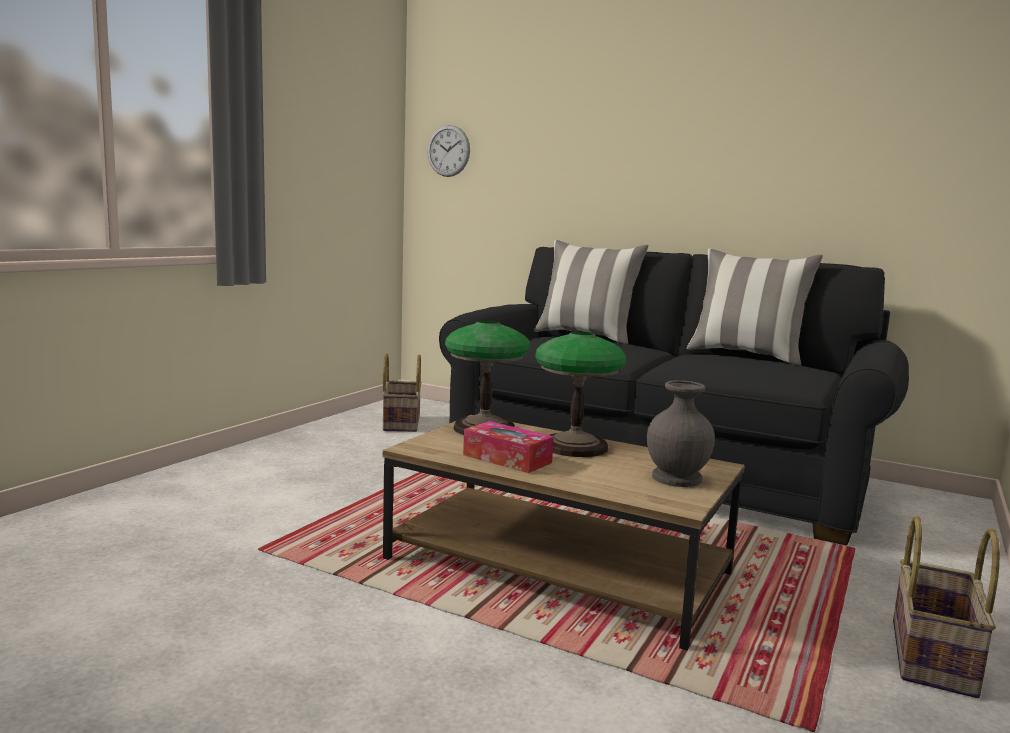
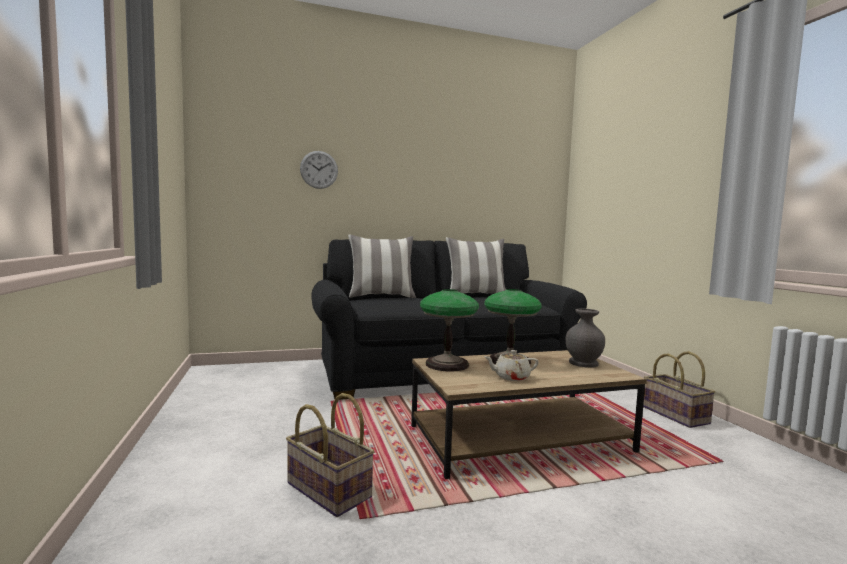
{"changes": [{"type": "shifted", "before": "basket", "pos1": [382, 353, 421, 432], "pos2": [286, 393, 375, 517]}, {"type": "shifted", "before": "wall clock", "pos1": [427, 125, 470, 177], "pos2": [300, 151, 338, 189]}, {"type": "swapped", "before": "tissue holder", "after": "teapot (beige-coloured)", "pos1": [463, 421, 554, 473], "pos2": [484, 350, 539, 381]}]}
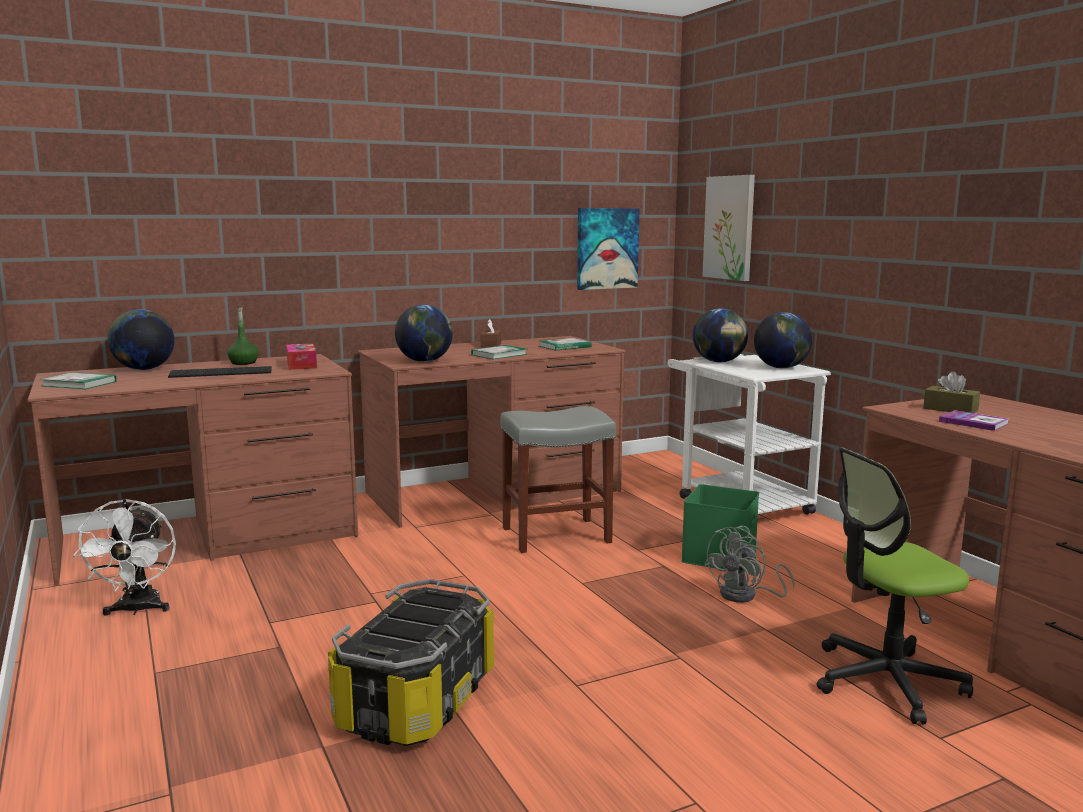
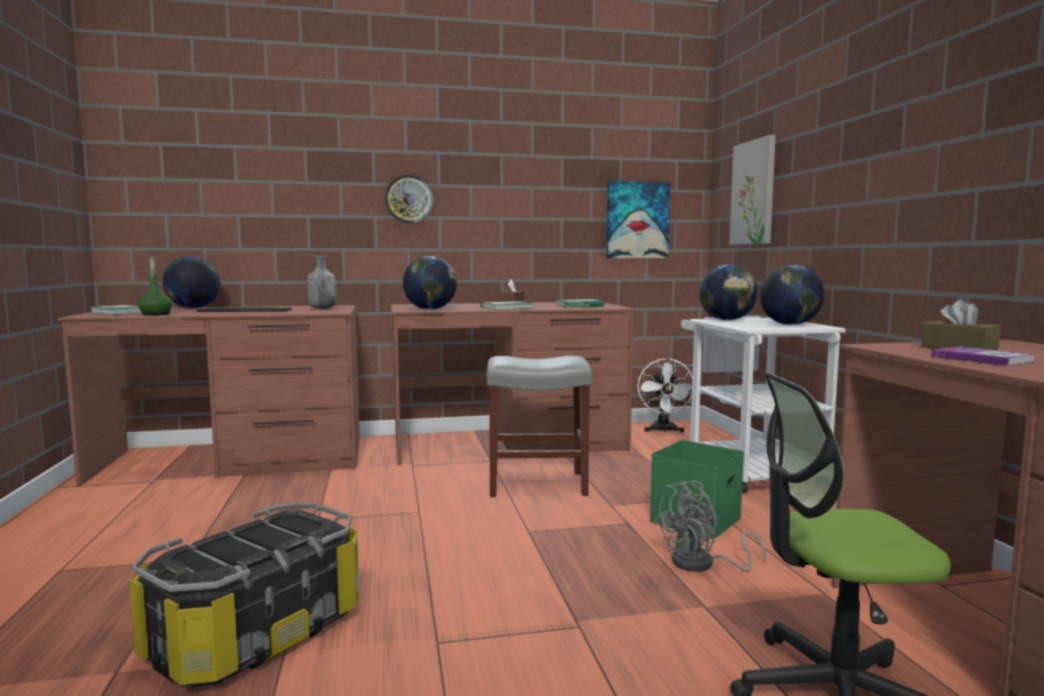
{"changes": [{"type": "shifted", "before": "fan (whitish)", "pos1": [73, 499, 176, 616], "pos2": [638, 358, 692, 433]}, {"type": "shifted", "before": "beverage bottle (greenish)", "pos1": [227, 306, 259, 365], "pos2": [138, 256, 173, 316]}, {"type": "swapped", "before": "tissue holder", "after": "beverage bottle (gray)", "pos1": [286, 343, 317, 370], "pos2": [307, 256, 336, 309]}, {"type": "new", "after": "wall clock", "pos2": [385, 175, 433, 224]}]}
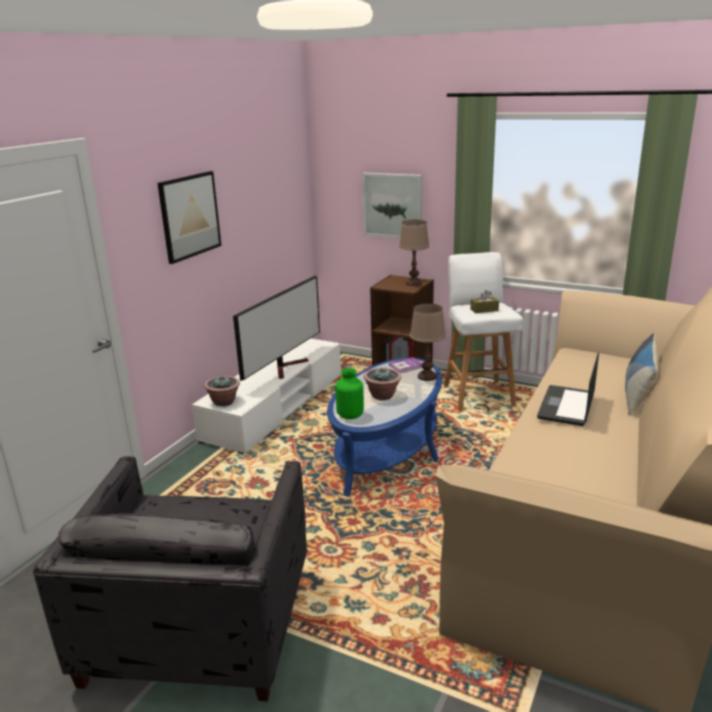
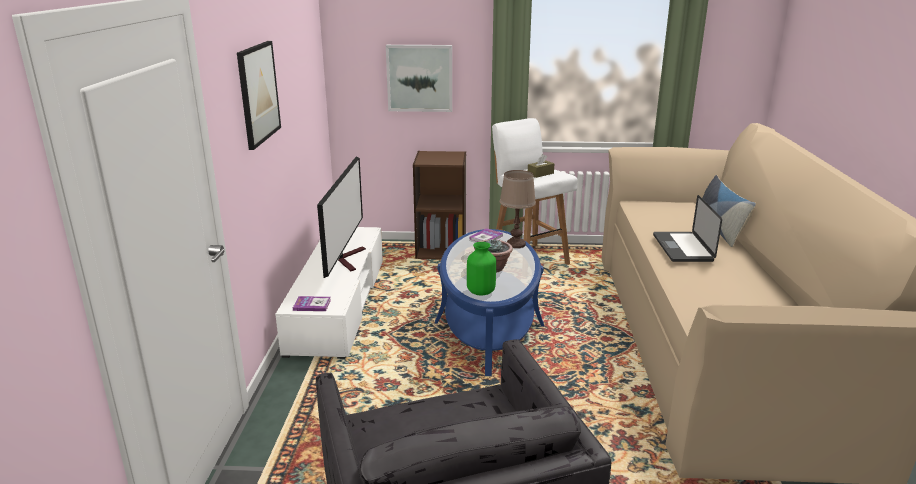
{"changes": [{"type": "swapped", "before": "potted plant", "after": "volume", "pos1": [204, 376, 240, 406], "pos2": [293, 296, 331, 311]}, {"type": "gone", "before": "table lamp (brown)", "pos1": [399, 220, 429, 286]}]}
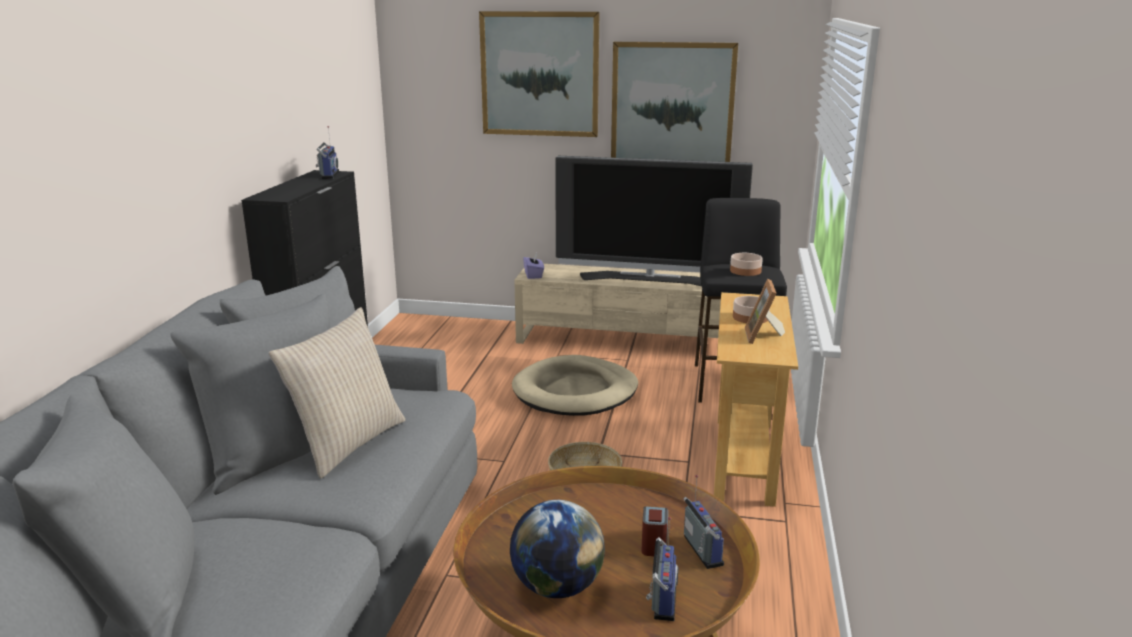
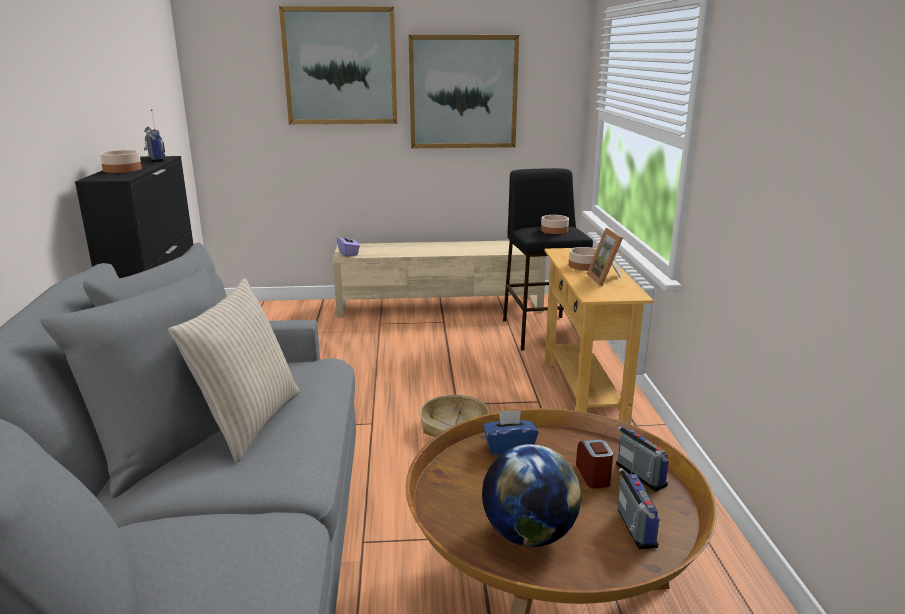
{"changes": [{"type": "gone", "before": "pet bed (beige-coloured)", "pos1": [512, 355, 638, 416]}, {"type": "gone", "before": "television", "pos1": [555, 156, 753, 286]}, {"type": "new", "after": "deep dish", "pos2": [100, 150, 142, 173]}, {"type": "new", "after": "tissue holder (blue-coloured)", "pos2": [483, 410, 538, 455]}]}
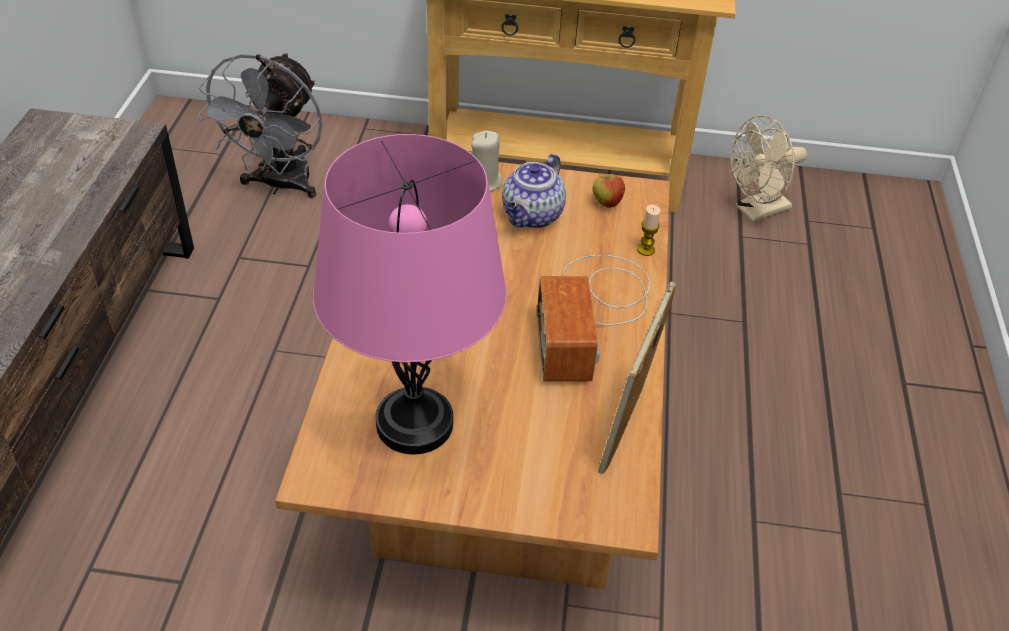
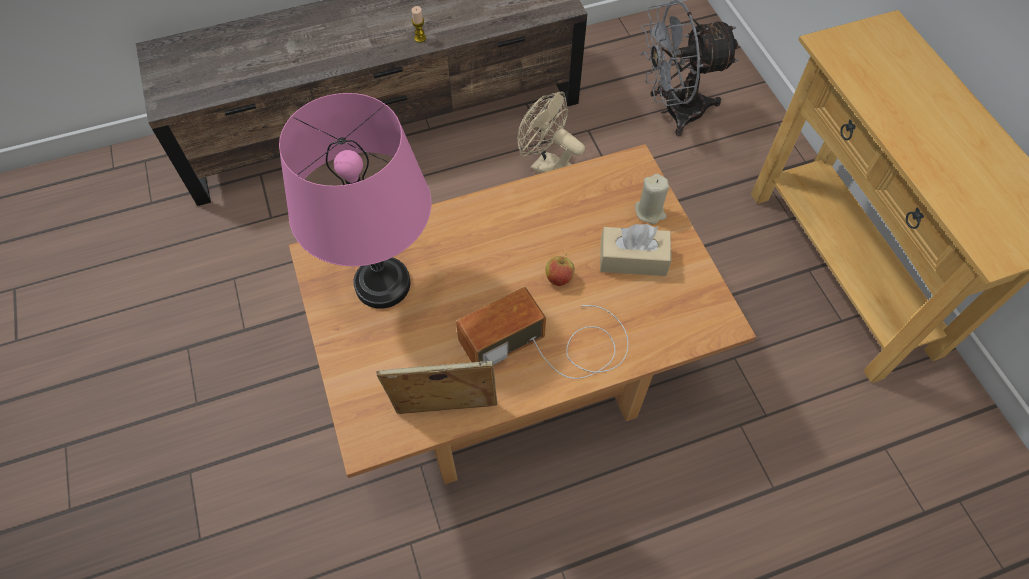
{"changes": [{"type": "swapped", "before": "teapot", "after": "tissue holder (beige-coloured)", "pos1": [502, 154, 566, 228], "pos2": [600, 224, 672, 276]}, {"type": "shifted", "before": "whole apple", "pos1": [593, 171, 625, 208], "pos2": [546, 254, 575, 286]}, {"type": "shifted", "before": "wax light", "pos1": [637, 205, 661, 256], "pos2": [412, 6, 426, 43]}, {"type": "shifted", "before": "fan (beige-coloured)", "pos1": [730, 115, 807, 222], "pos2": [517, 92, 585, 173]}]}
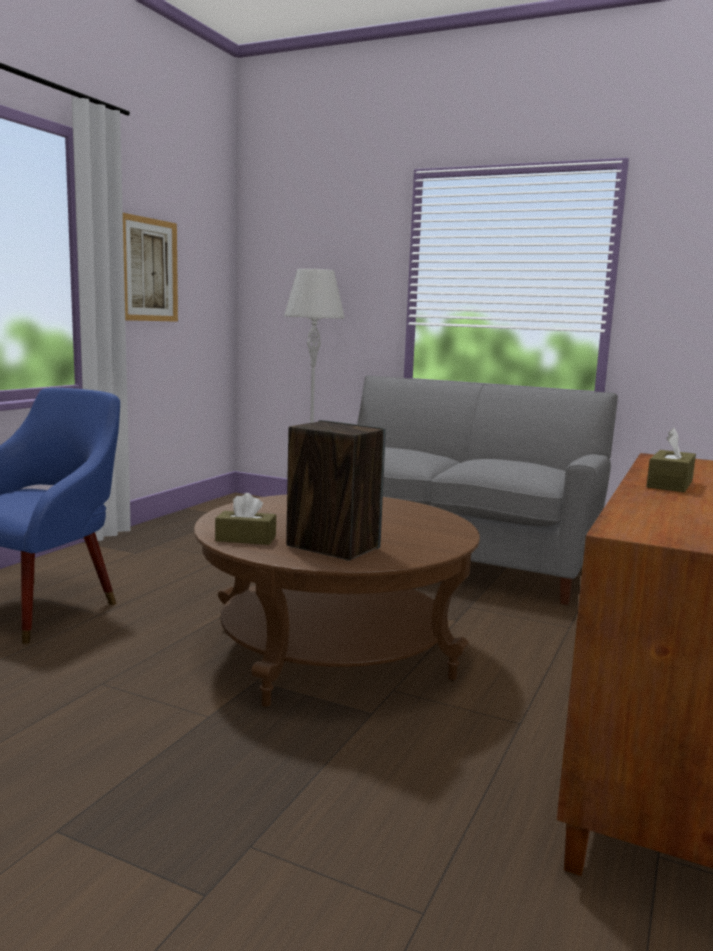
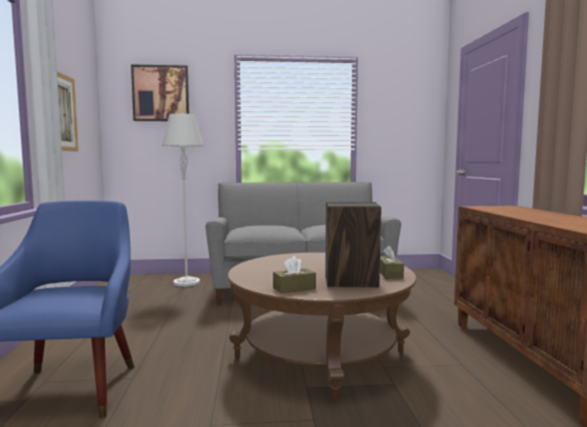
{"changes": [{"type": "shifted", "before": "tissue holder (brown)", "pos1": [646, 428, 696, 492], "pos2": [380, 246, 404, 279]}, {"type": "new", "after": "wall art", "pos2": [131, 64, 189, 121]}]}
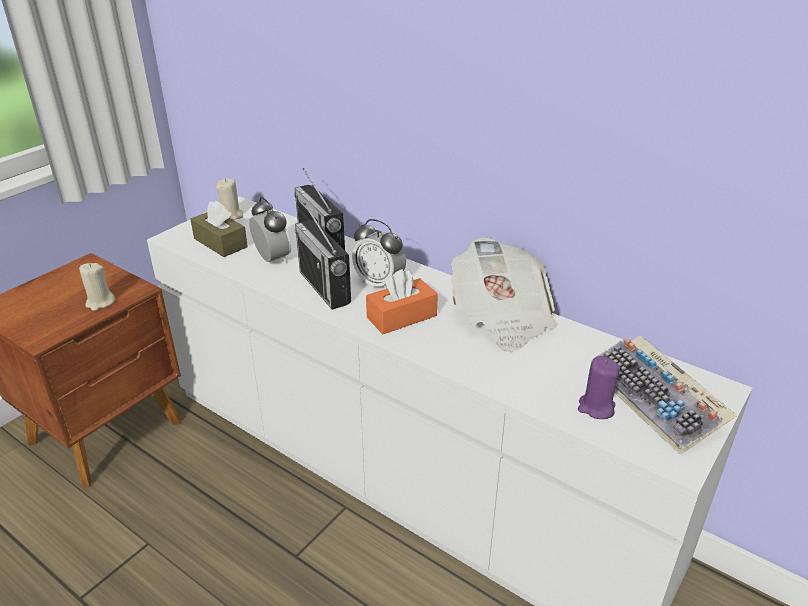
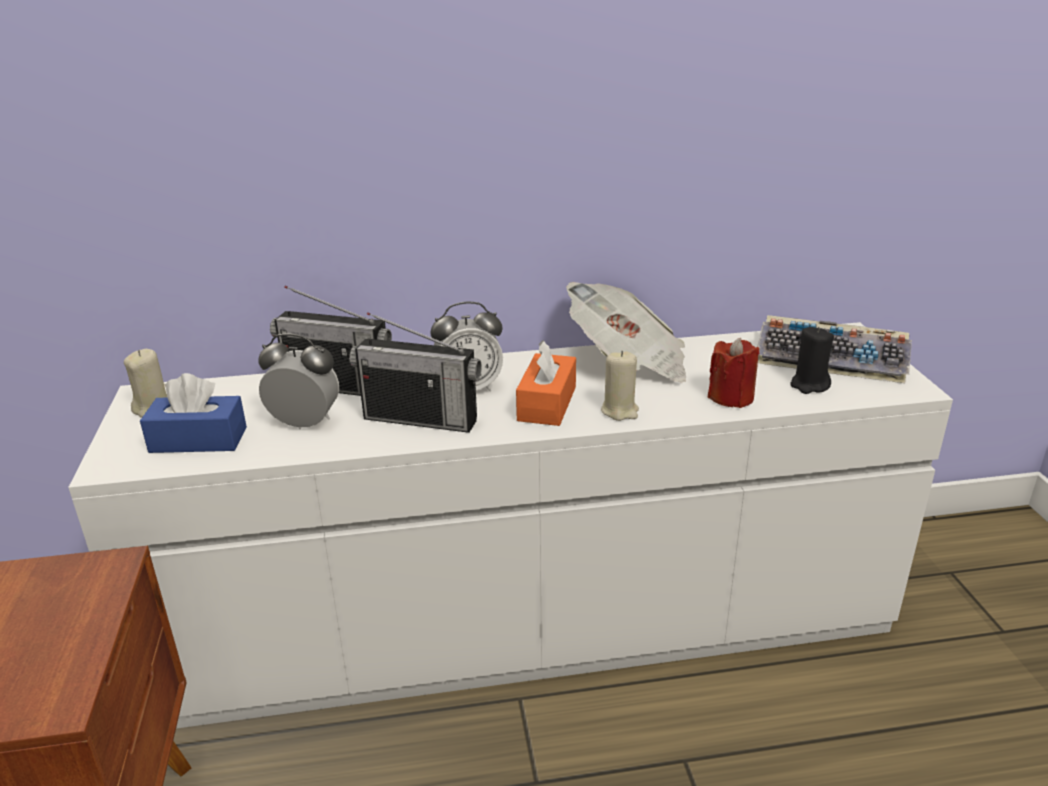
{"changes": [{"type": "shifted", "before": "wax light (beige-coloured)", "pos1": [79, 263, 115, 311], "pos2": [601, 351, 639, 421]}, {"type": "repainted", "before": "tissue holder (brown)", "after": "tissue holder (blue-coloured)", "pos1": [190, 201, 248, 257], "pos2": [140, 373, 247, 453]}, {"type": "repainted", "before": "wax light (purple-coloured)", "after": "wax light (black-coloured)", "pos1": [578, 356, 620, 419], "pos2": [790, 327, 834, 394]}, {"type": "new", "after": "wax light (reddish)", "pos2": [708, 338, 759, 408]}]}
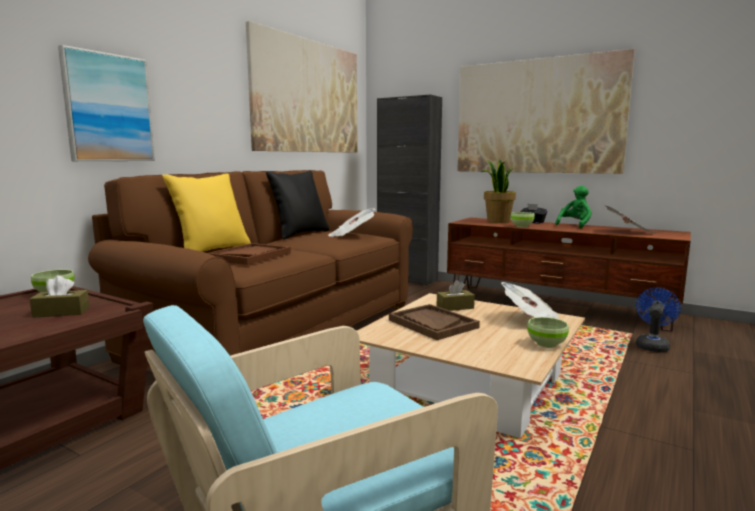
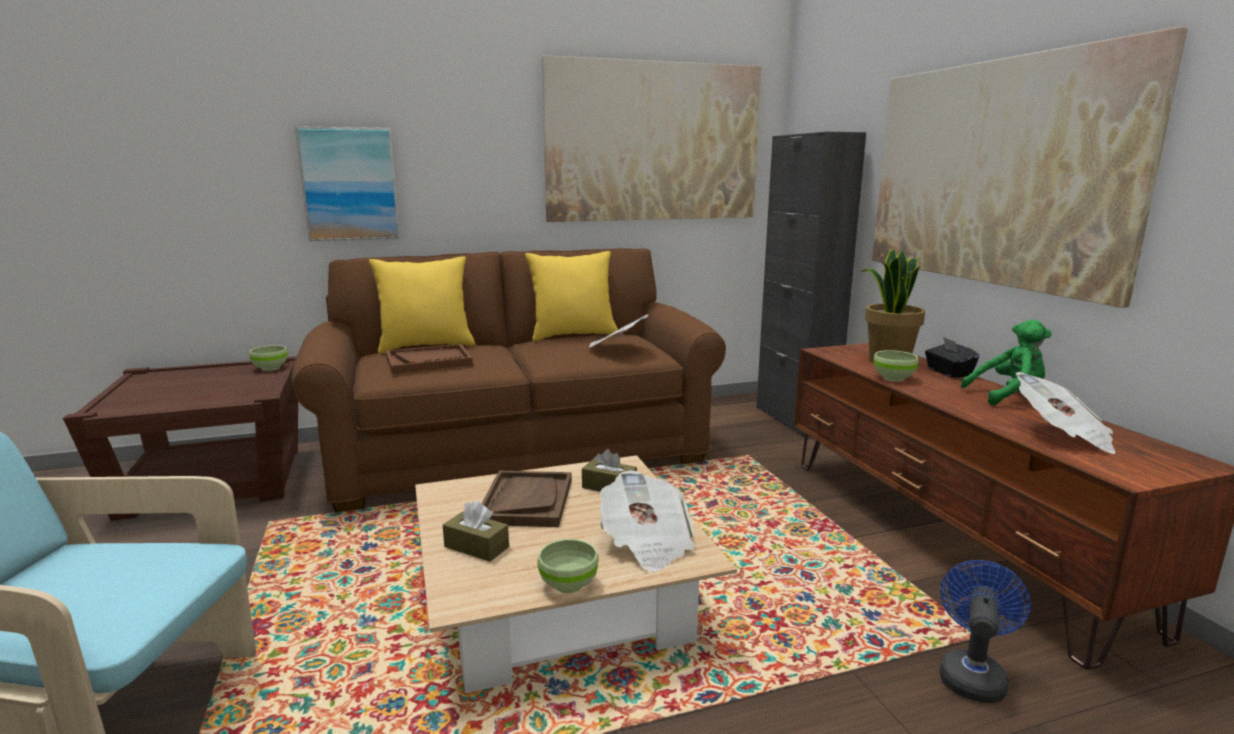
{"changes": [{"type": "shifted", "before": "tissue holder (brown)", "pos1": [30, 275, 90, 318], "pos2": [443, 501, 509, 562]}, {"type": "repainted", "before": "pillow (black-coloured)", "after": "pillow (yellow)", "pos1": [266, 171, 330, 239], "pos2": [525, 251, 618, 341]}, {"type": "rotated", "before": "fan (blue-coloured)", "pos1": [636, 288, 681, 352], "pos2": [939, 560, 1031, 703], "turn": -45}]}
